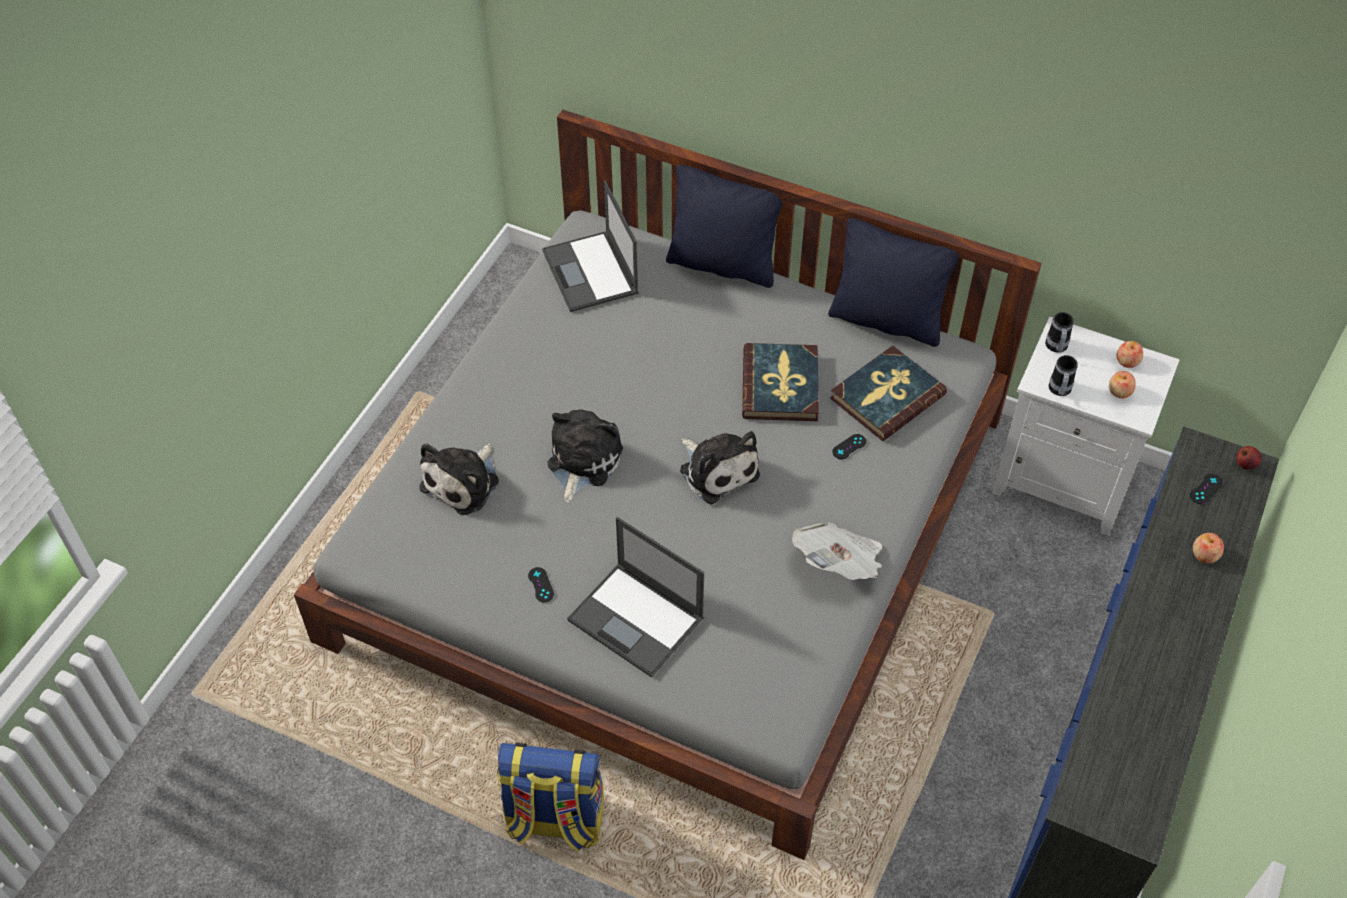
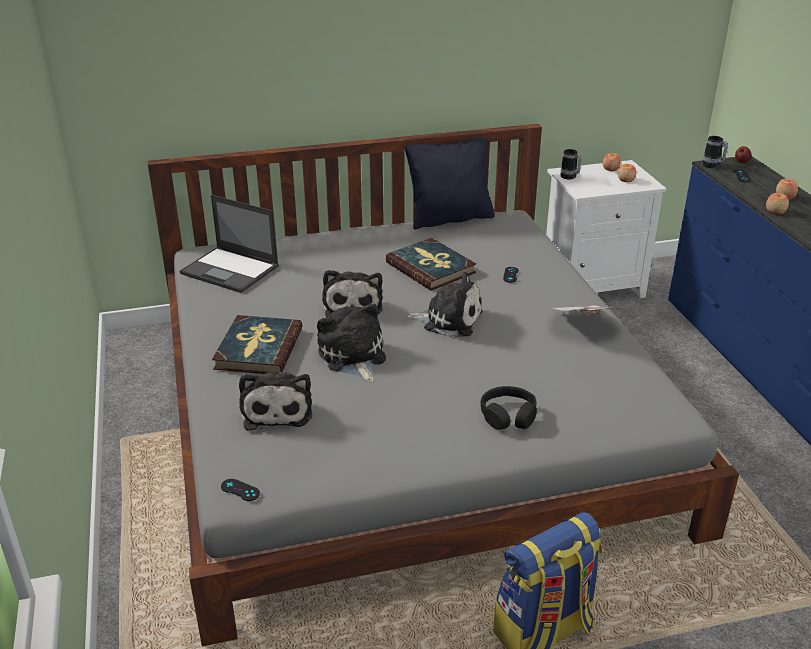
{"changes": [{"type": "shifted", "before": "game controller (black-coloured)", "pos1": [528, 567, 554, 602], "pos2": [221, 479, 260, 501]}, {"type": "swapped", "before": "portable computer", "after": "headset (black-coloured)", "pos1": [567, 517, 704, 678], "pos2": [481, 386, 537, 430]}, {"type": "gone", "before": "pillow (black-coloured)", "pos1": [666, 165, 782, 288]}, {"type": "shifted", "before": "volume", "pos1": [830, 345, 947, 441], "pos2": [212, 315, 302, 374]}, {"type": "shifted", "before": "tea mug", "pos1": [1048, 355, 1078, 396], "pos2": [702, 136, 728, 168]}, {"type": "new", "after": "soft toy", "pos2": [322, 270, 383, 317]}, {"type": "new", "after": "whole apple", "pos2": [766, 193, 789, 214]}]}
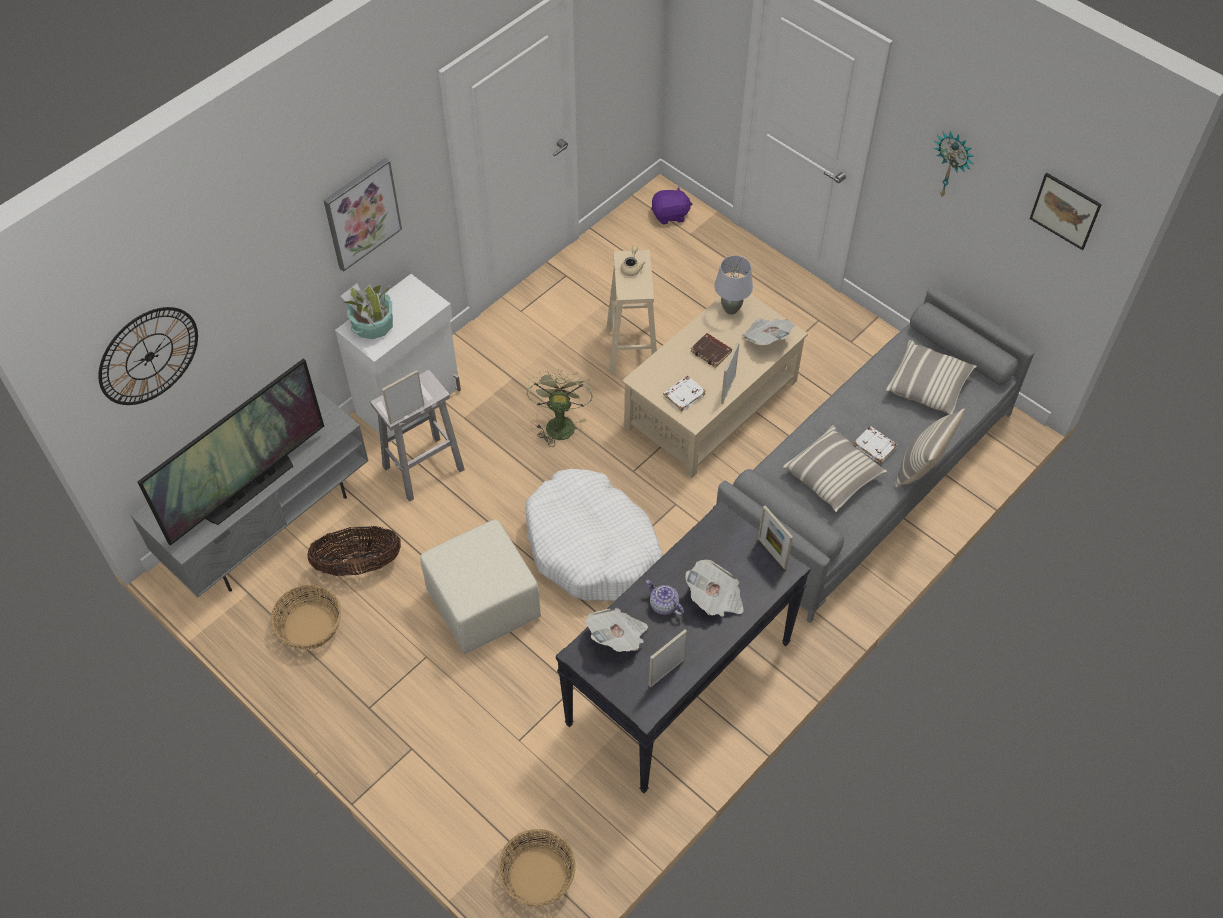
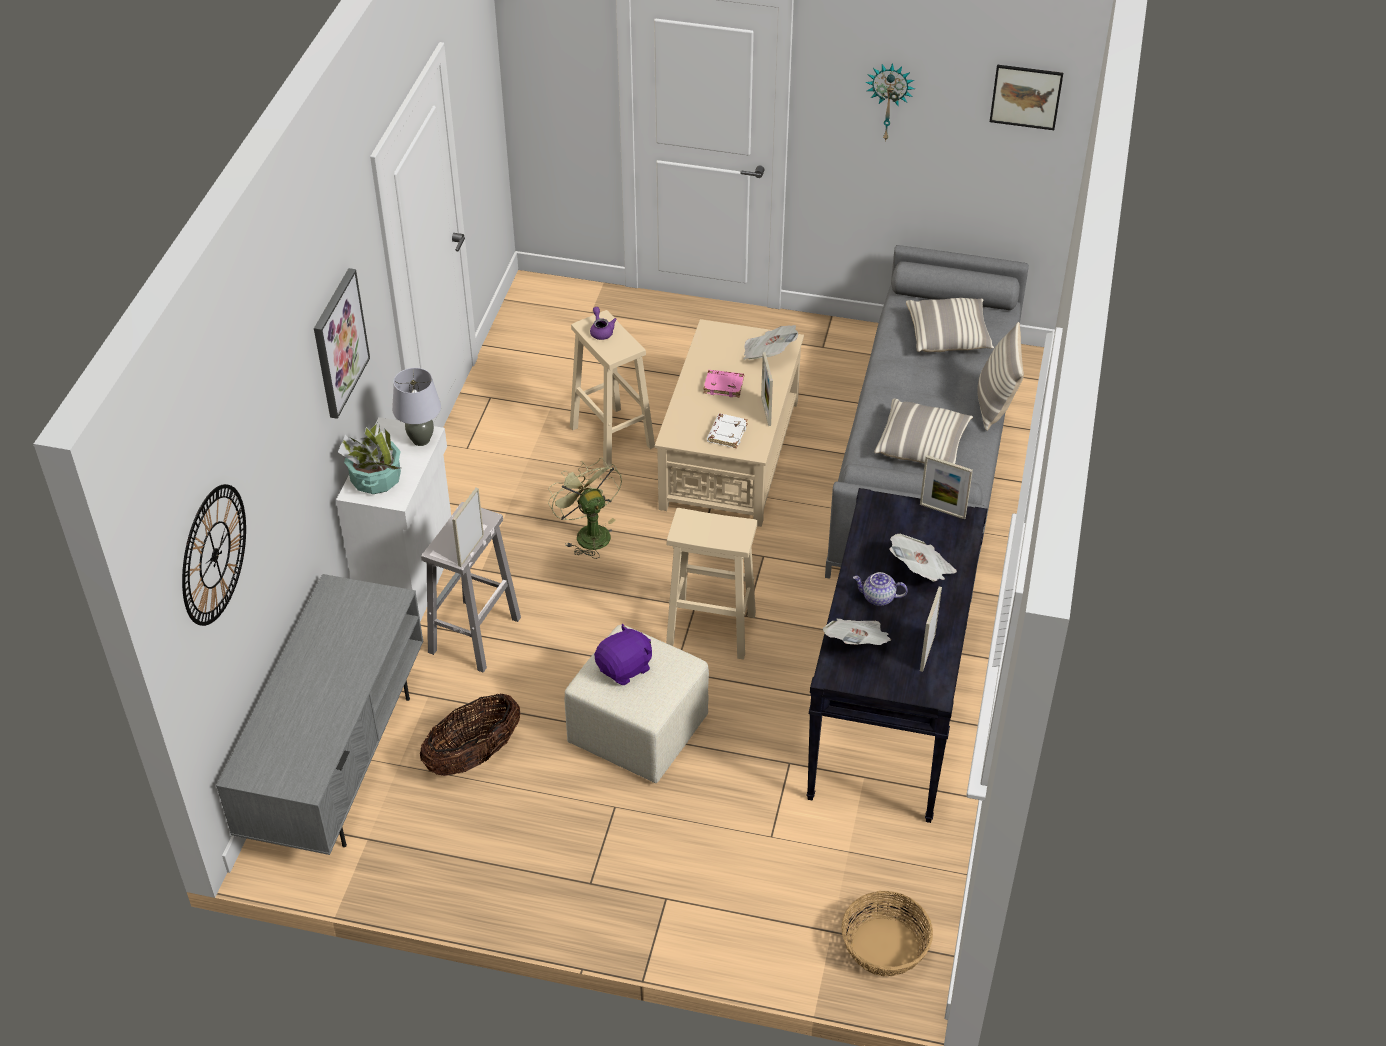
{"changes": [{"type": "gone", "before": "television", "pos1": [137, 358, 324, 545]}, {"type": "gone", "before": "basket", "pos1": [271, 584, 341, 650]}, {"type": "swapped", "before": "pet bed (whitish)", "after": "stool seat (beige-coloured)", "pos1": [525, 469, 662, 601], "pos2": [666, 508, 757, 660]}, {"type": "repainted", "before": "teapot (beige-coloured)", "after": "teapot (purple-coloured)", "pos1": [621, 246, 645, 276], "pos2": [590, 307, 617, 340]}, {"type": "shifted", "before": "soft toy (purple-coloured)", "pos1": [651, 187, 693, 224], "pos2": [594, 624, 652, 685]}, {"type": "repainted", "before": "volume (brown)", "after": "volume (pink)", "pos1": [691, 333, 732, 368], "pos2": [703, 370, 744, 397]}, {"type": "shifted", "before": "table lamp (gray)", "pos1": [714, 255, 753, 314], "pos2": [392, 368, 441, 446]}, {"type": "gone", "before": "volume (whitish)", "pos1": [853, 426, 897, 464]}]}
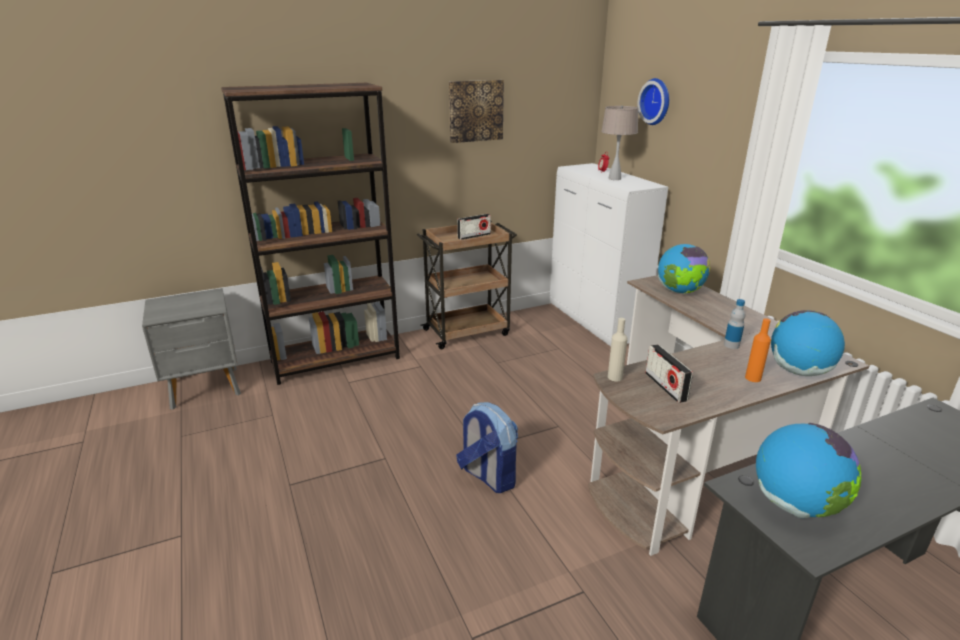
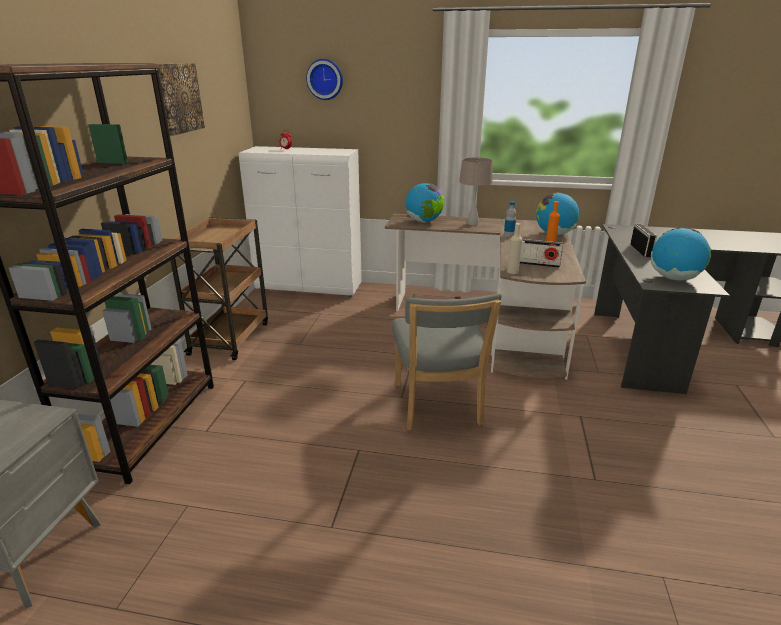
{"changes": [{"type": "swapped", "before": "rucksack", "after": "chair (gray)", "pos1": [456, 402, 518, 493], "pos2": [392, 293, 502, 430]}, {"type": "shifted", "before": "radio", "pos1": [457, 214, 491, 240], "pos2": [630, 224, 657, 257]}, {"type": "shifted", "before": "table lamp (beige-coloured)", "pos1": [601, 106, 639, 180], "pos2": [459, 157, 493, 225]}]}
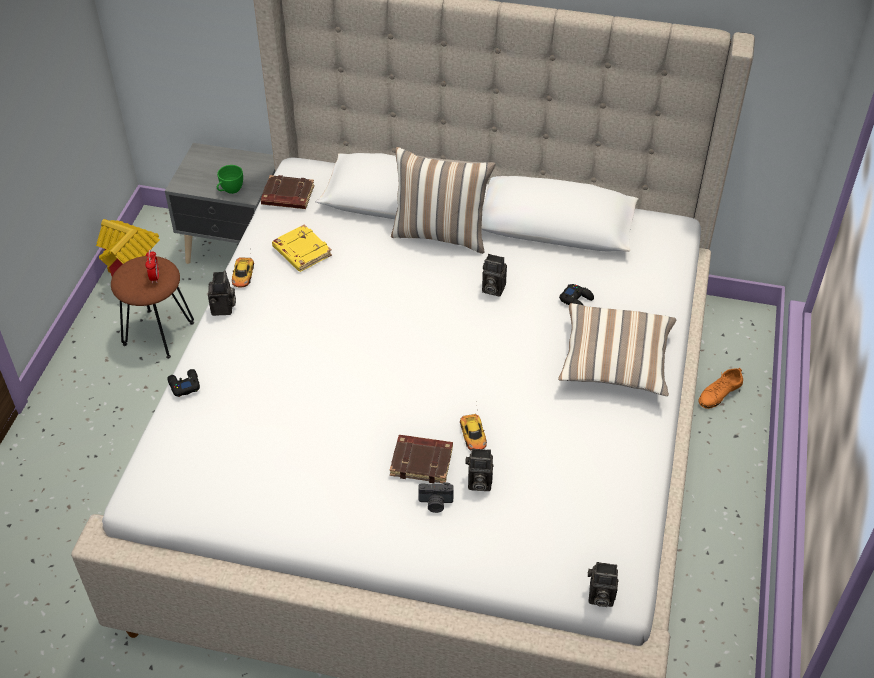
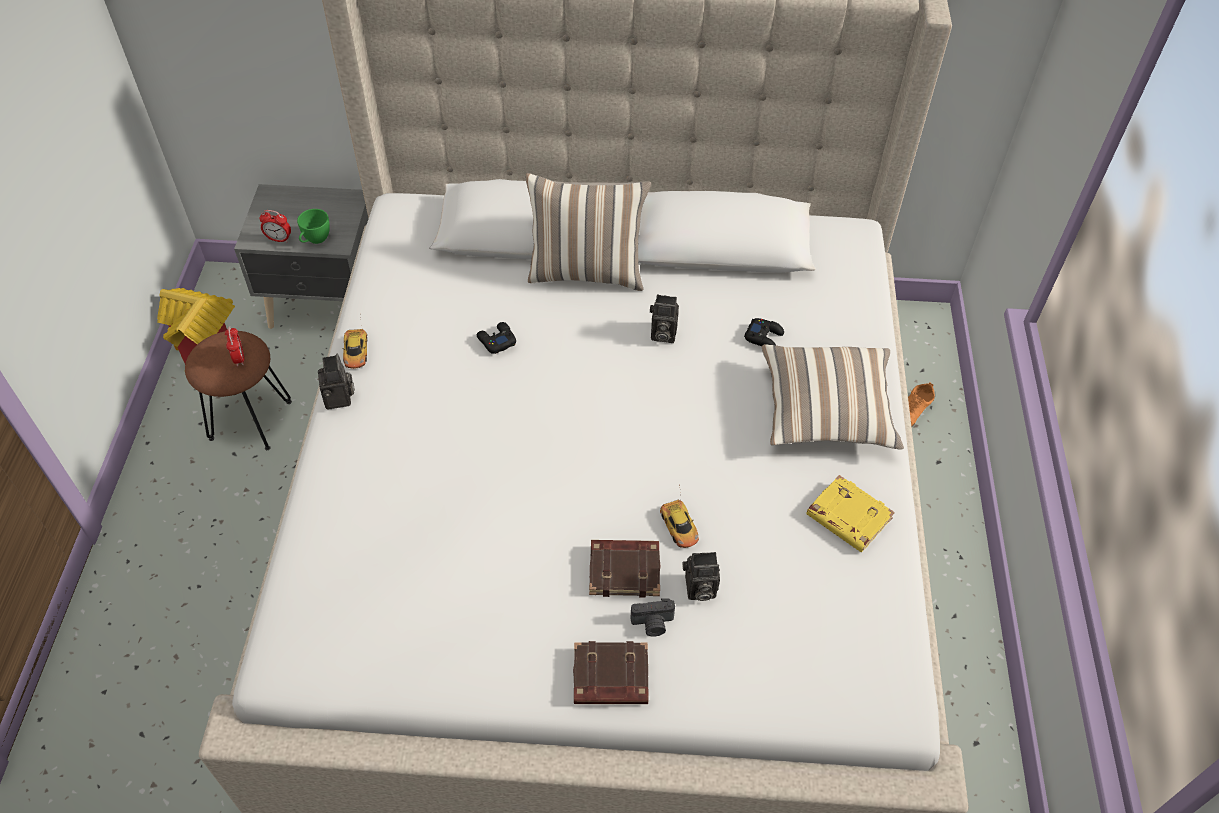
{"changes": [{"type": "shifted", "before": "game controller (black-coloured)", "pos1": [167, 369, 200, 397], "pos2": [477, 322, 516, 354]}, {"type": "shifted", "before": "volume (brown)", "pos1": [261, 175, 315, 209], "pos2": [573, 641, 649, 704]}, {"type": "shifted", "before": "volume (yellow)", "pos1": [272, 225, 332, 272], "pos2": [806, 475, 895, 552]}, {"type": "gone", "before": "photo camera", "pos1": [588, 562, 619, 607]}, {"type": "new", "after": "alarm clock", "pos2": [259, 210, 291, 243]}]}
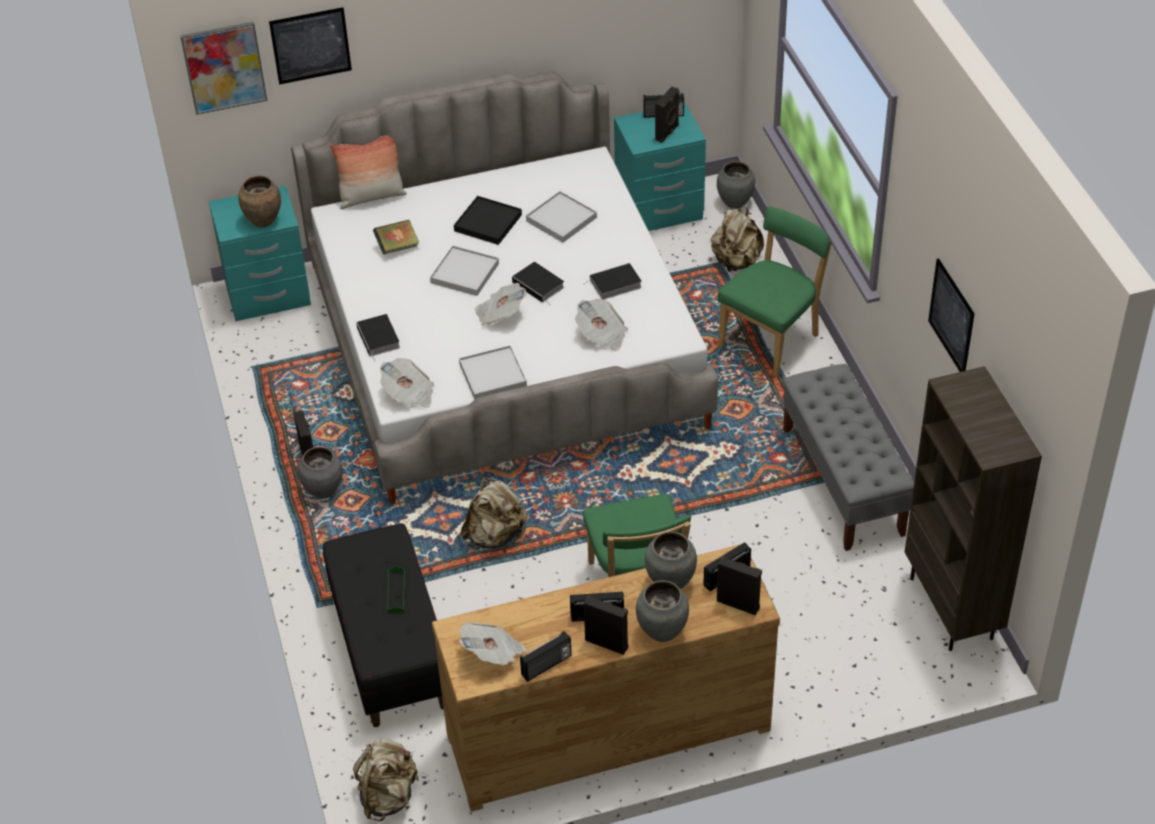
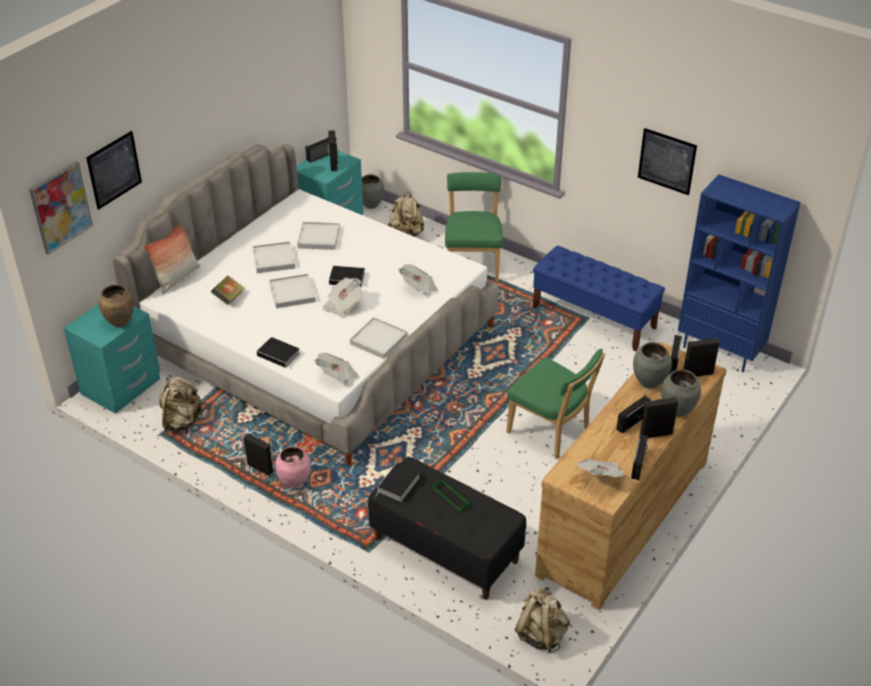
{"changes": [{"type": "repainted", "before": "flower vase (gray)", "after": "flower vase (pink)", "pos1": [298, 447, 343, 499], "pos2": [275, 446, 311, 489]}, {"type": "repainted", "before": "serving tray (black-coloured)", "after": "serving tray (whitish)", "pos1": [454, 196, 522, 245], "pos2": [253, 241, 295, 273]}, {"type": "shifted", "before": "rucksack (beige-coloured)", "pos1": [461, 478, 527, 548], "pos2": [159, 377, 203, 433]}, {"type": "shifted", "before": "volume", "pos1": [585, 263, 642, 300], "pos2": [375, 462, 420, 502]}, {"type": "repainted", "before": "indoor bench (gray)", "after": "indoor bench (blue-coloured)", "pos1": [783, 364, 914, 551], "pos2": [533, 245, 665, 351]}, {"type": "repainted", "before": "bookcase (brown)", "after": "bookcase (blue-coloured)", "pos1": [905, 366, 1042, 651], "pos2": [678, 174, 801, 372]}]}
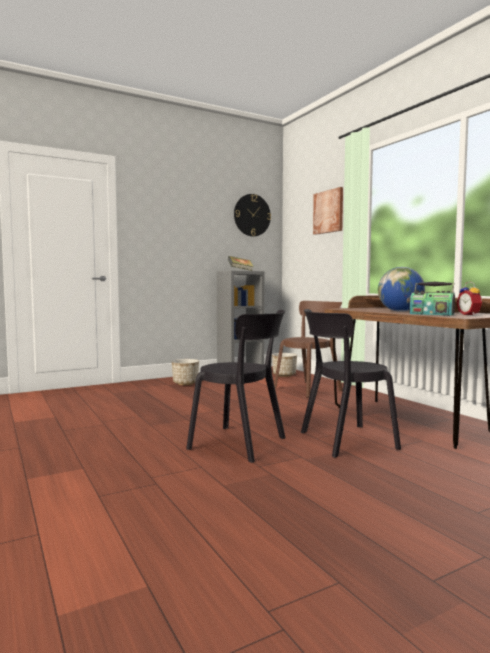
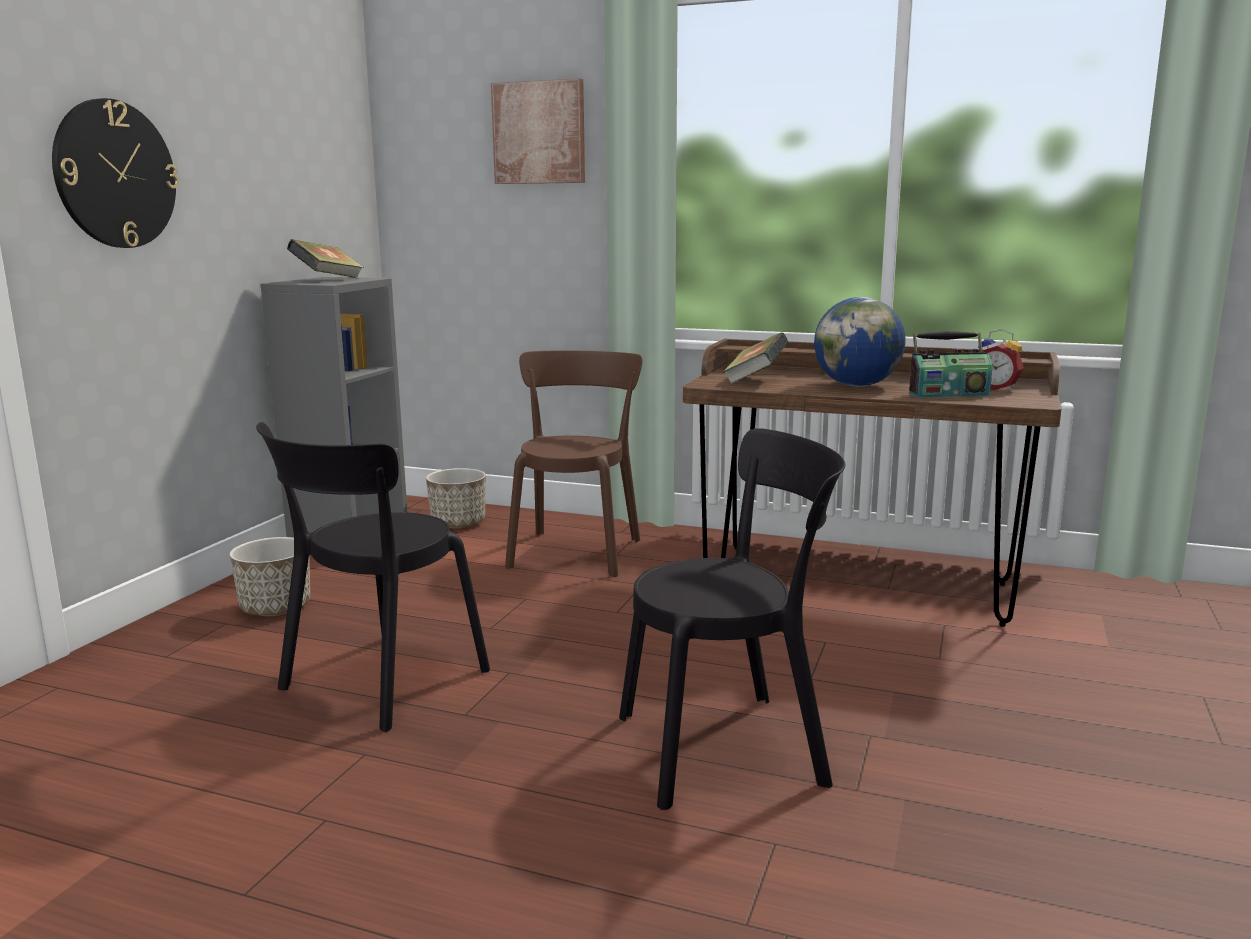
{"changes": [{"type": "shifted", "before": "wall clock", "pos1": [234, 194, 271, 237], "pos2": [52, 98, 179, 248]}, {"type": "shifted", "before": "chair (black-coloured)", "pos1": [301, 309, 401, 458], "pos2": [256, 422, 490, 732]}, {"type": "new", "after": "volume", "pos2": [723, 332, 788, 385]}]}
